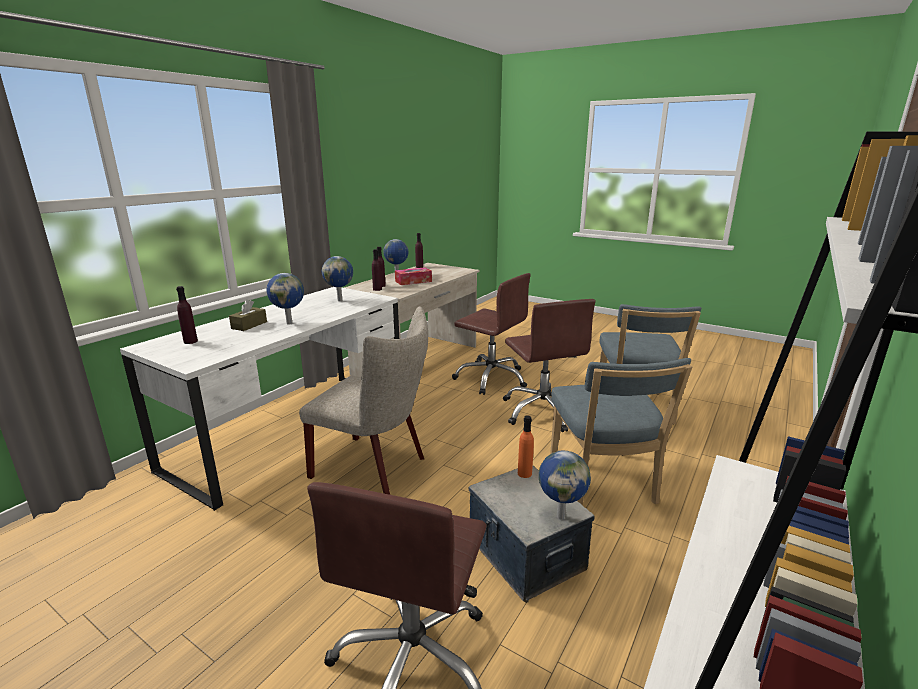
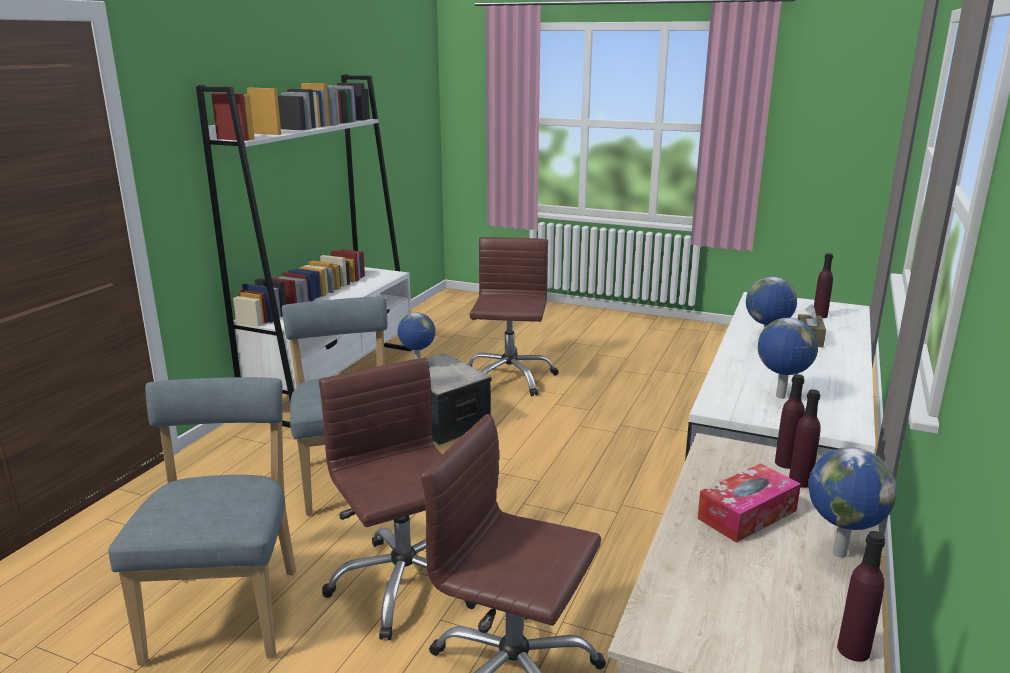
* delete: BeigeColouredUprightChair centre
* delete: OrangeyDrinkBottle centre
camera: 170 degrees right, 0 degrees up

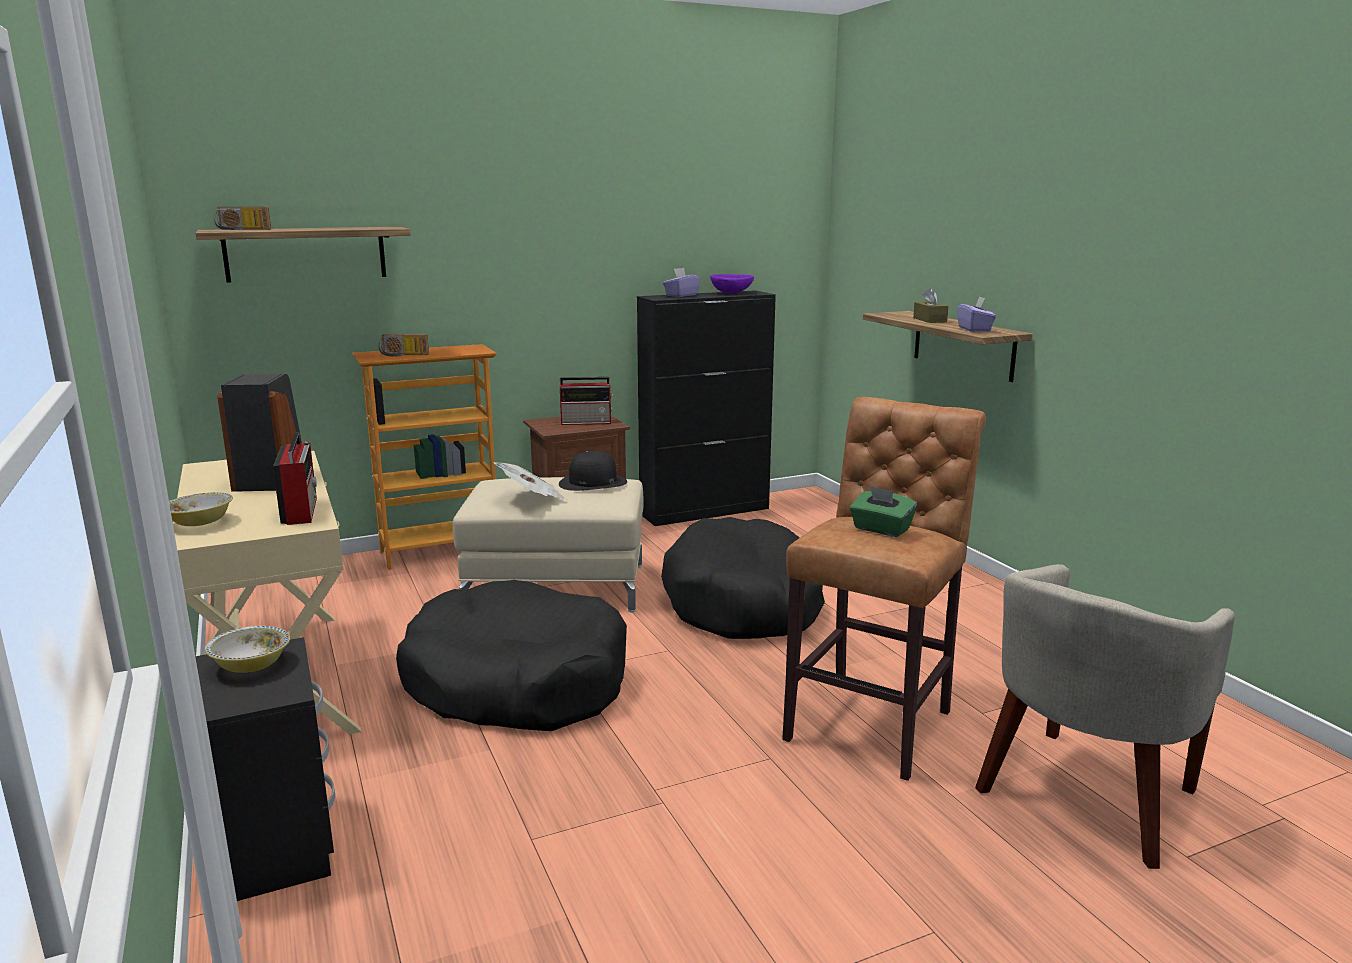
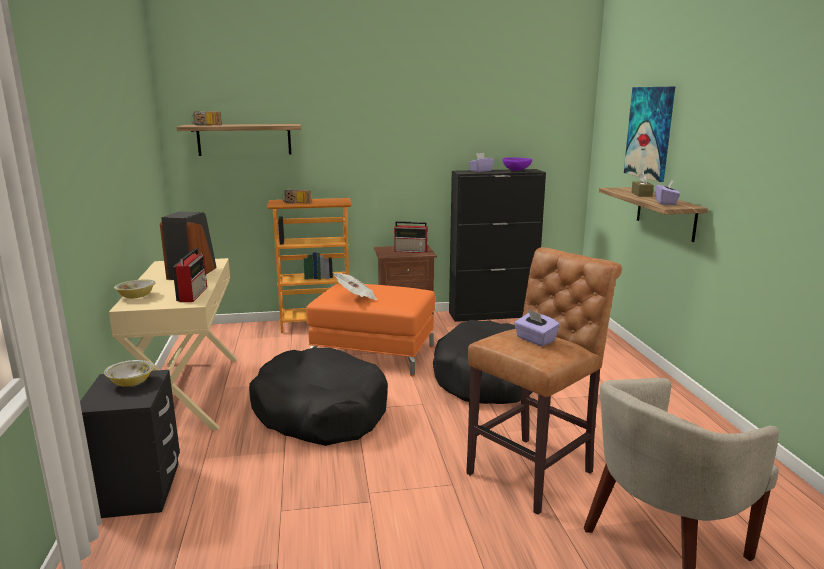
* recolor: BeigeColouredFootrest centre to OrangeyFootrest centre
* recolor: GreenColouredTissueHolder centre to PurpleTissueHolder (2nd from left) centre
* insert: Picture top right
* delete: BlackishClothingHat centre
camera: 15 degrees right, 0 degrees up

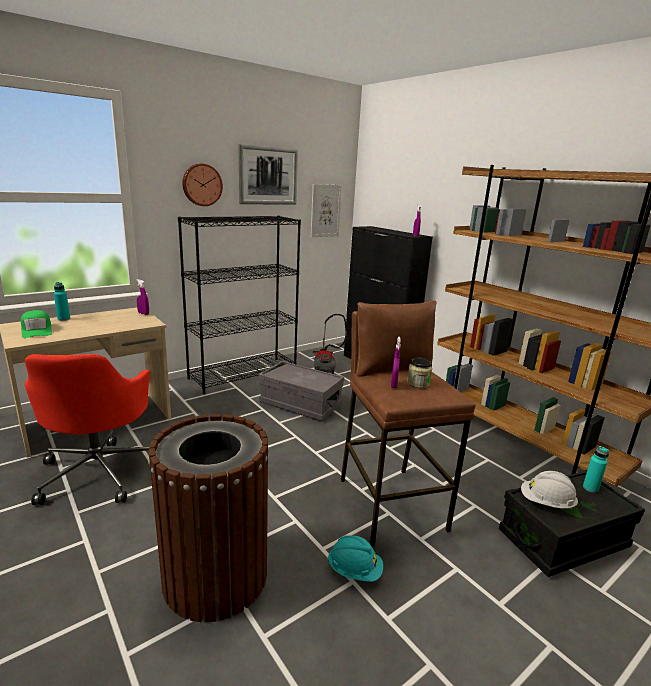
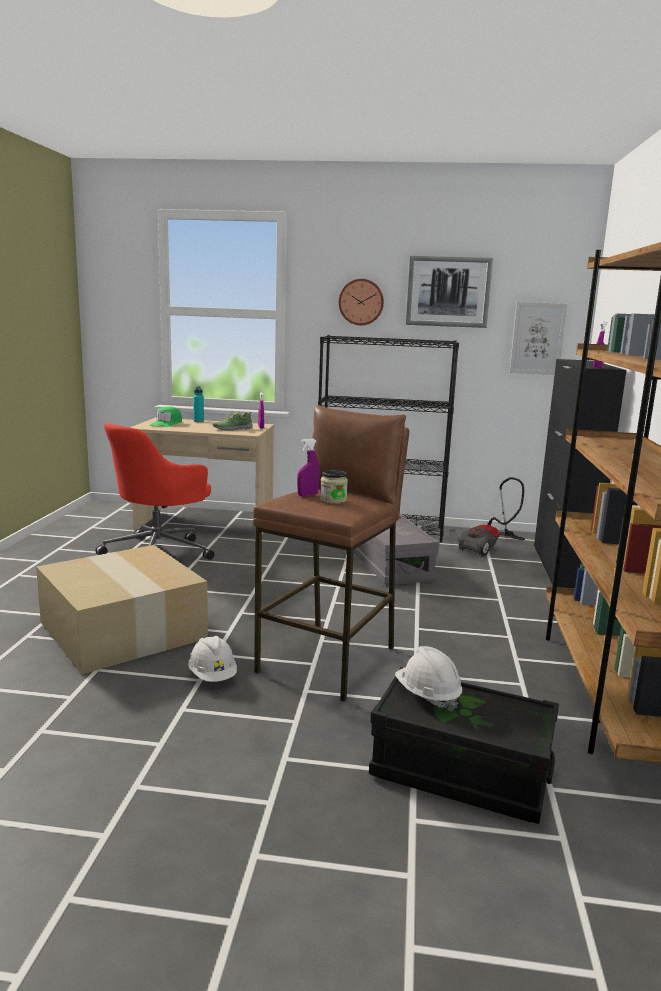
* replace: BrownColouredTrashCan bottom left to PackingBox middle left
* recolor: TurquoiseColouredHardHat bottom centre to WhitishHardHat (1st from left) middle left
* insert: Shoe centre
* delete: TurquoiseColouredDrinkBottle (2nd from left) bottom right
camera: 45 degrees right, 5 degrees down

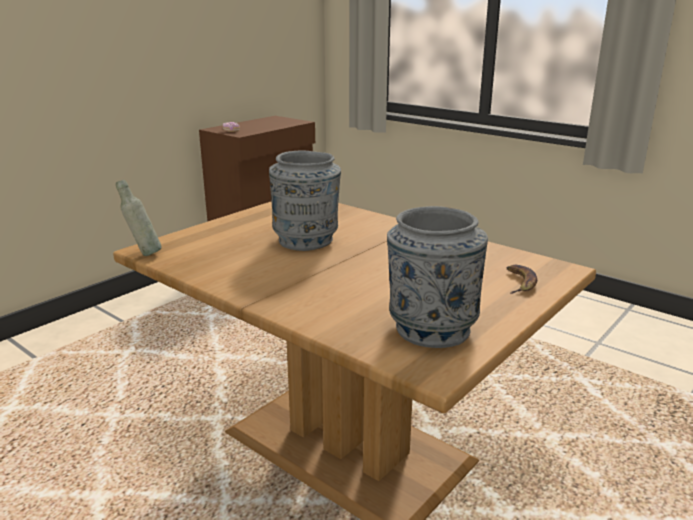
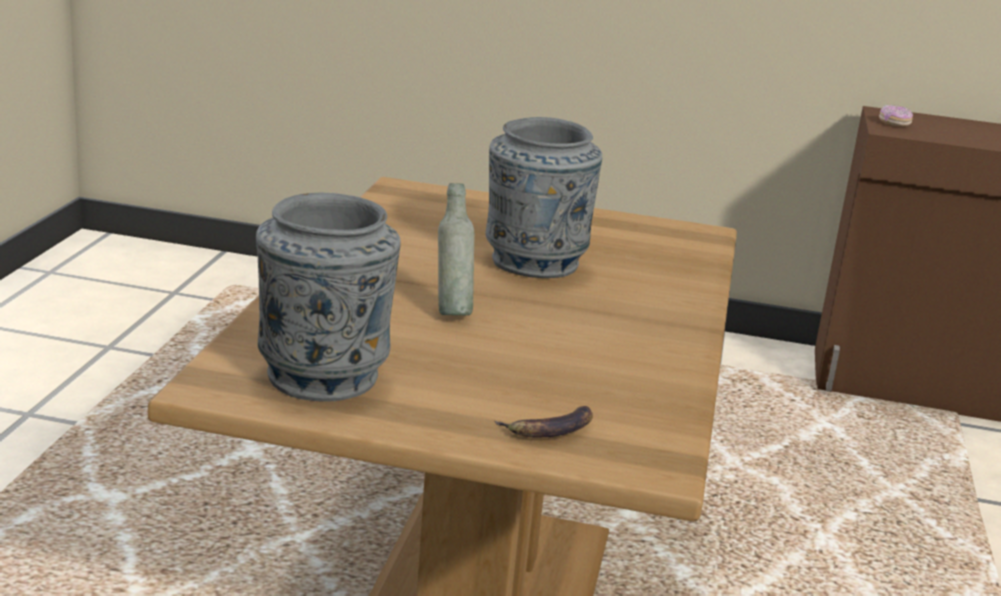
* move: GreyDrinkBottle middle left to centre
camera: 60 degrees right, 0 degrees up

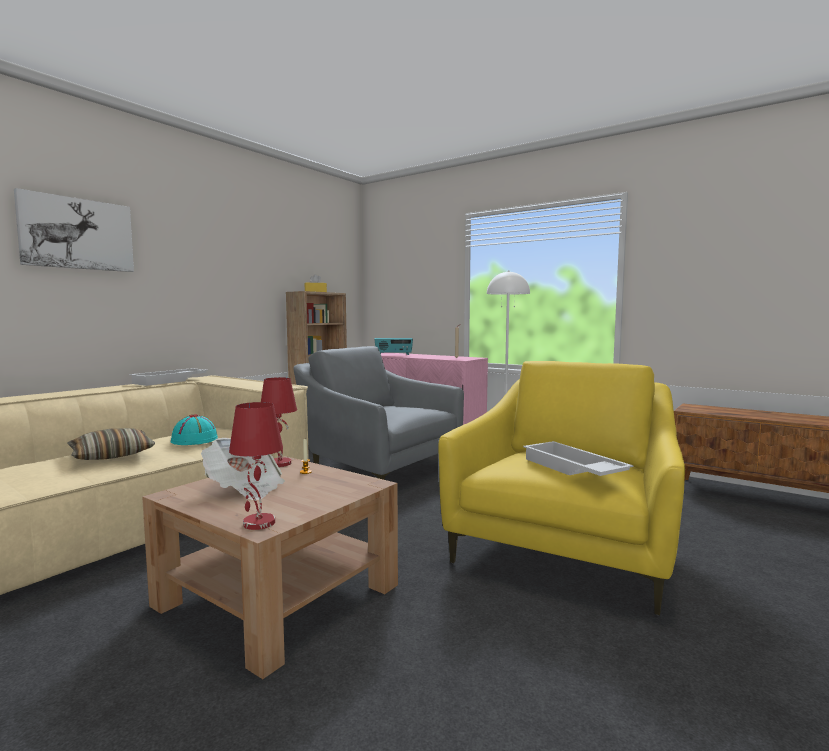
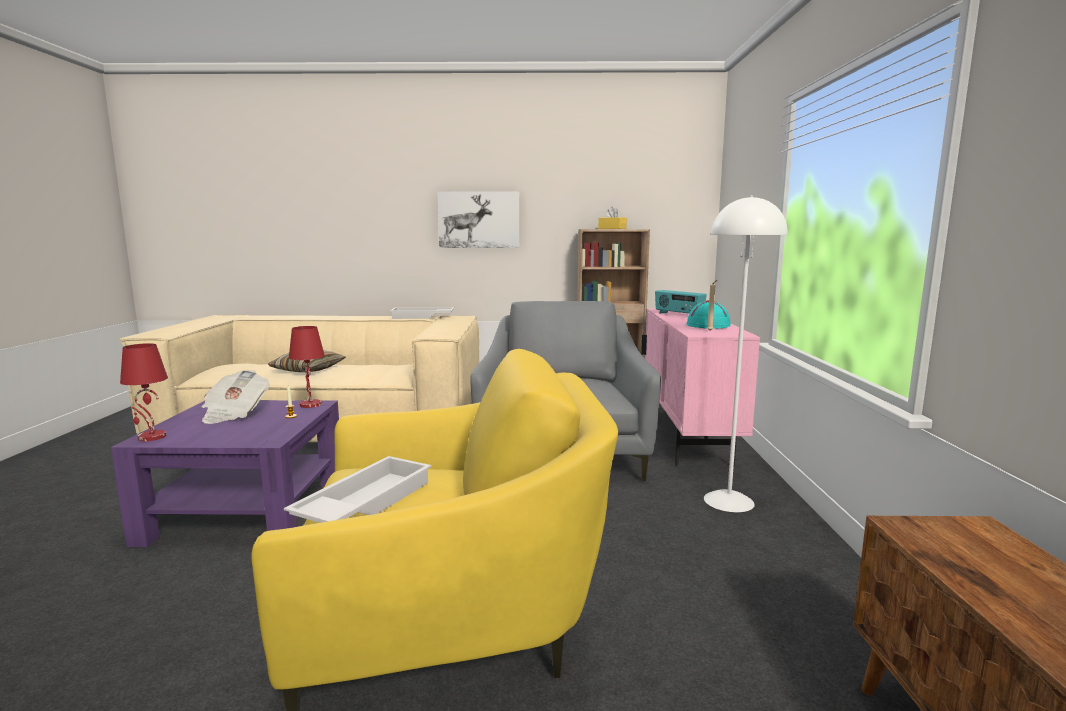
* recolor: BrownColouredLoungeTable bottom left to PurpleLoungeTable middle left
* move: Picture top left to top centre
* move: TurquoiseColouredClothingHat middle left to centre
camera: 55 degrees right, 5 degrees up

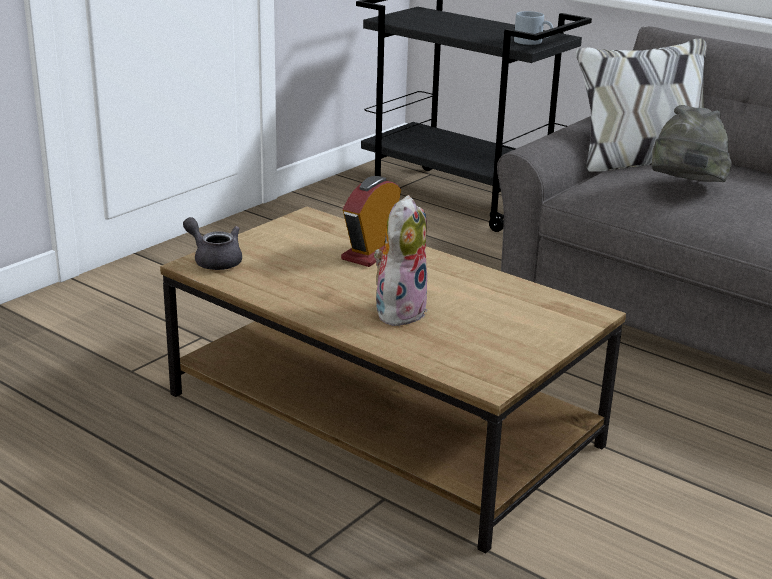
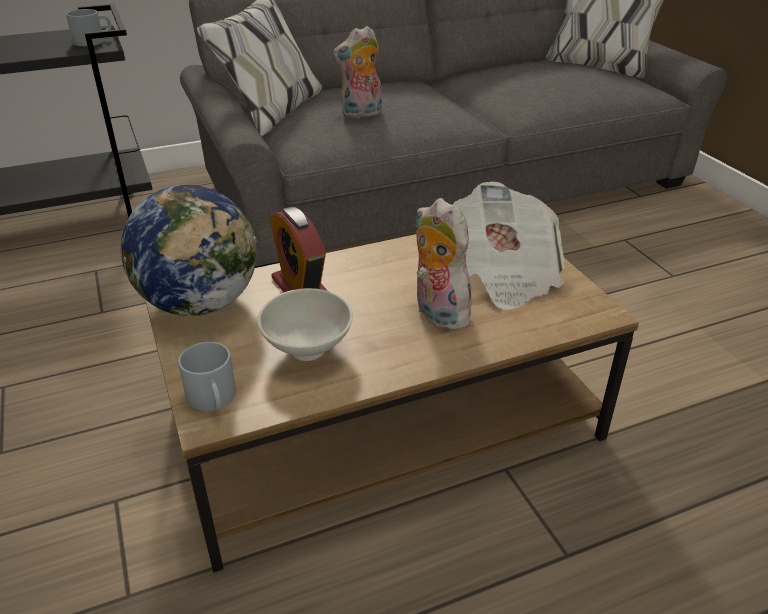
* insert: DeskGlobe middle left
* replace: GreyTeaPot middle left to GreyTeaMug (2nd from left) middle left
* insert: WhitishDeepDish centre
* replace: GreyClothingHat top right to SoftToy (1st from left) top centre
* insert: PrintedPaper centre
camera: 60 degrees left, 10 degrees up

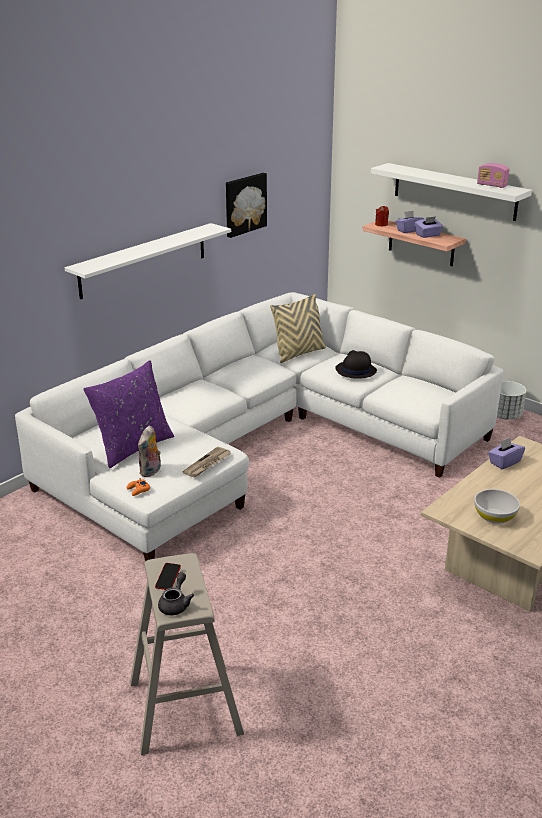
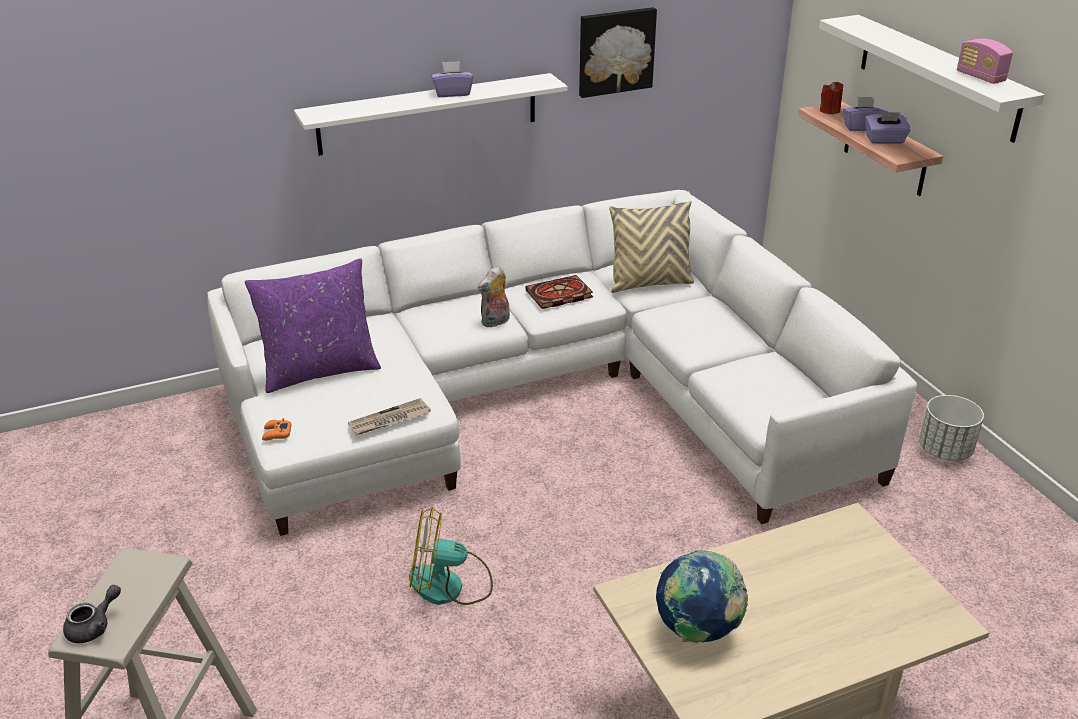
* insert: Fan bottom centre
* move: PurpleTissueHolder (3rd from left in the first image) middle right to PurpleTissueHolder (1st from left) top centre
* move: SoftToy middle left to centre
* insert: Book centre
* replace: WhitishDeepDish middle right to DeskGlobe bottom centre
* delete: Phone bottom left
* delete: BlackishClothingHat centre
camera: 25 degrees right, 5 degrees up

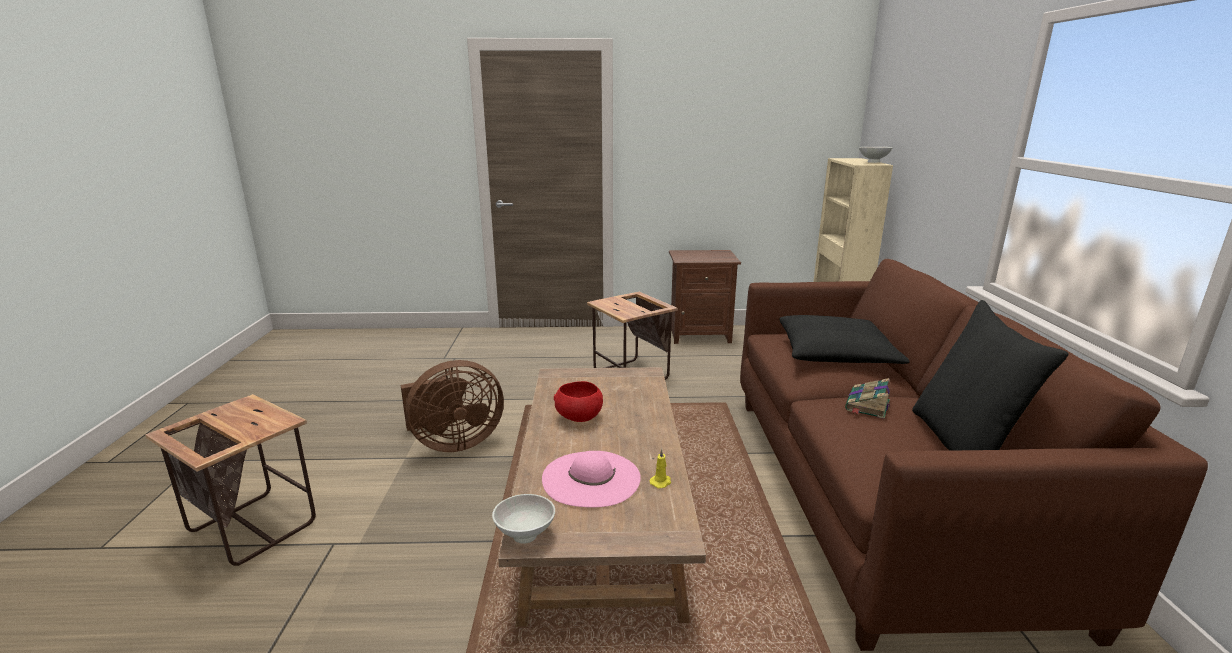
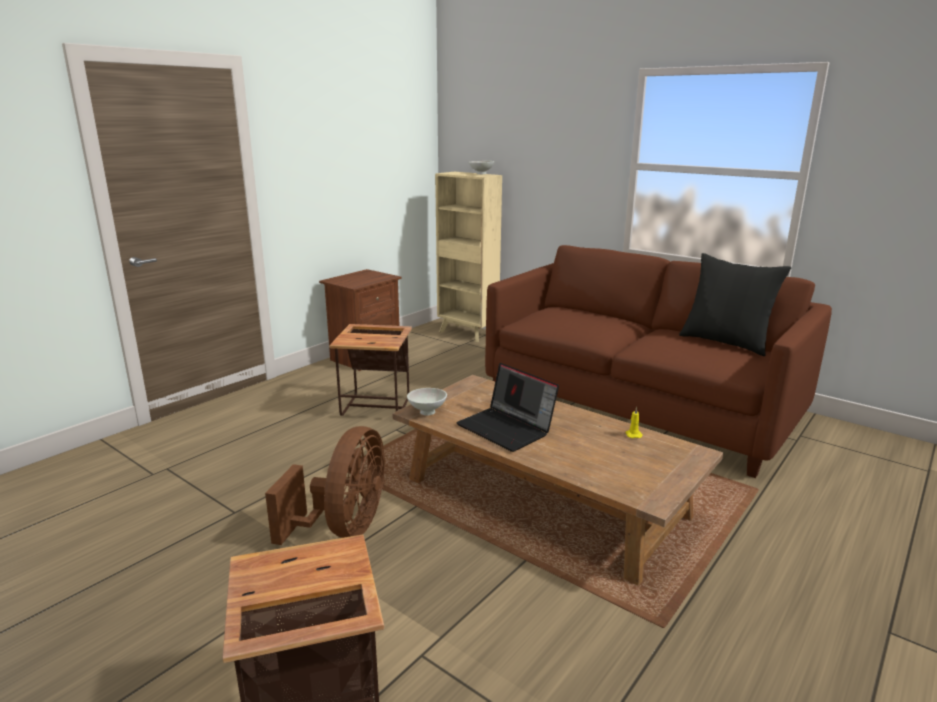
* move: WhitishDeepDish (1st from left) bottom centre to centre
* replace: RedColouredDeepDish centre to PortableComputer centre
* delete: PinkColouredClothingHat bottom centre
* delete: BlackishCushion (1st from left) middle right
* delete: Book middle right
camera: 50 degrees left, 0 degrees up

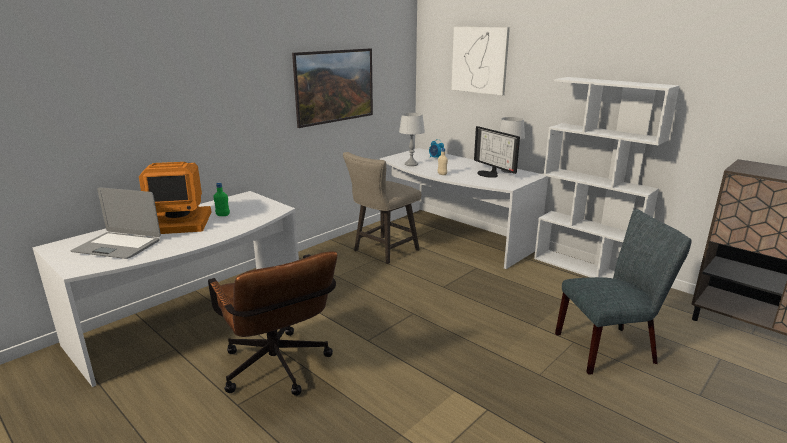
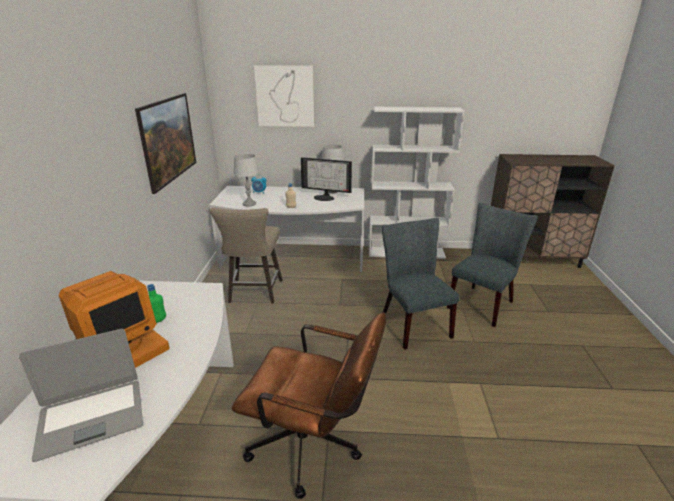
* insert: GreyUprightChair (1st from left) centre
camera: 40 degrees left, 5 degrees up

